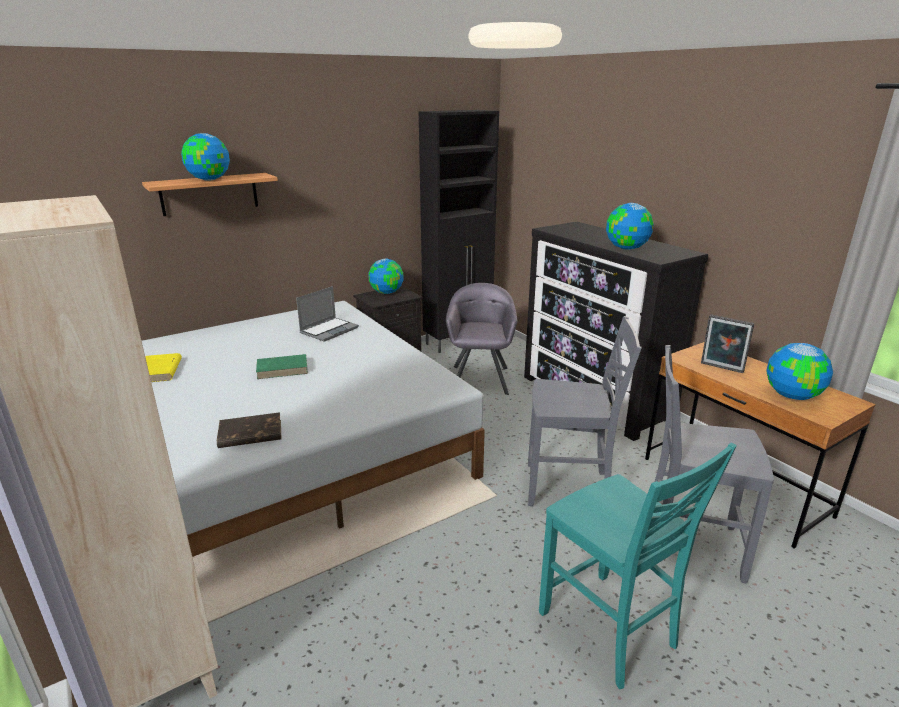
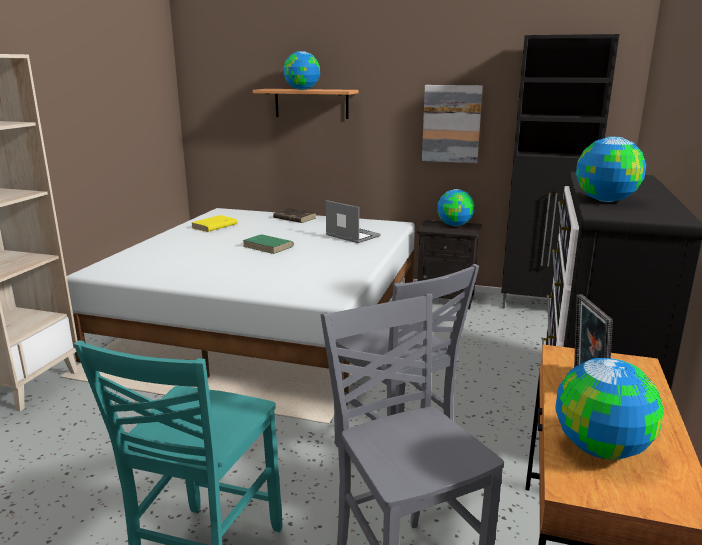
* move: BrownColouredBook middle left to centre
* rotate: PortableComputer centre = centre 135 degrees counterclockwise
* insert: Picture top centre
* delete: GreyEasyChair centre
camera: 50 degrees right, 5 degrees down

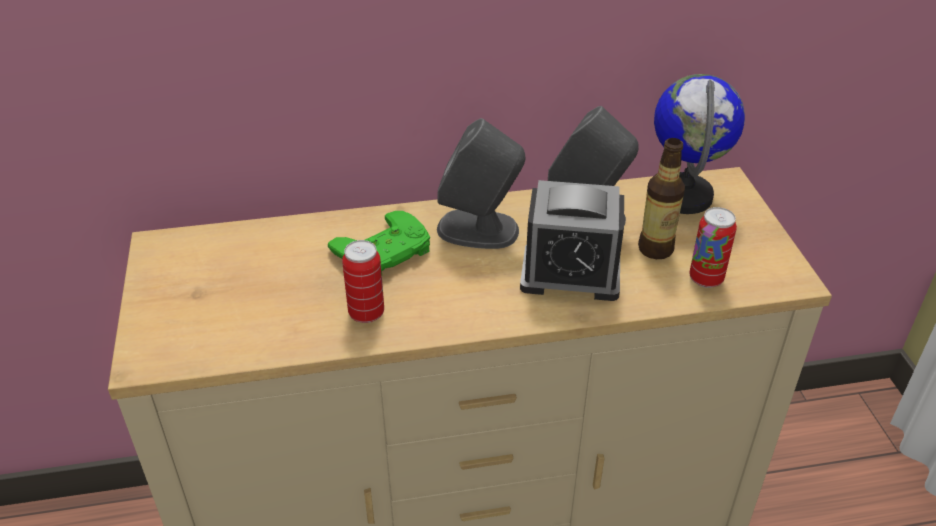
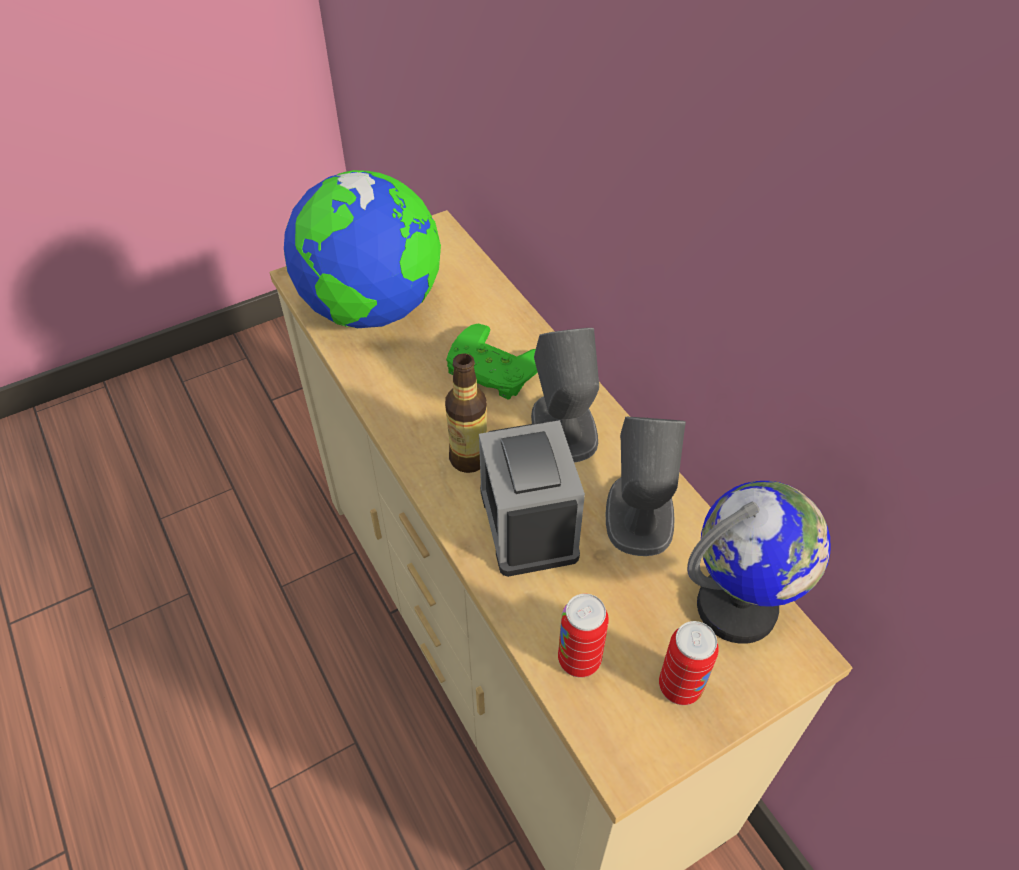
* insert: DeskGlobe (1st from left) top centre
* move: DrinkBottle middle right to centre
* move: Can (1st from left in the first image) centre to Can (2nd from left) bottom right
camera: 70 degrees right, 10 degrees up

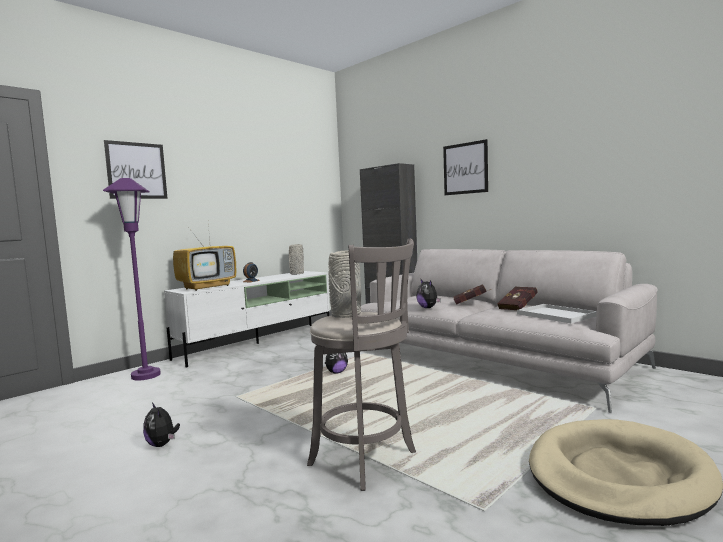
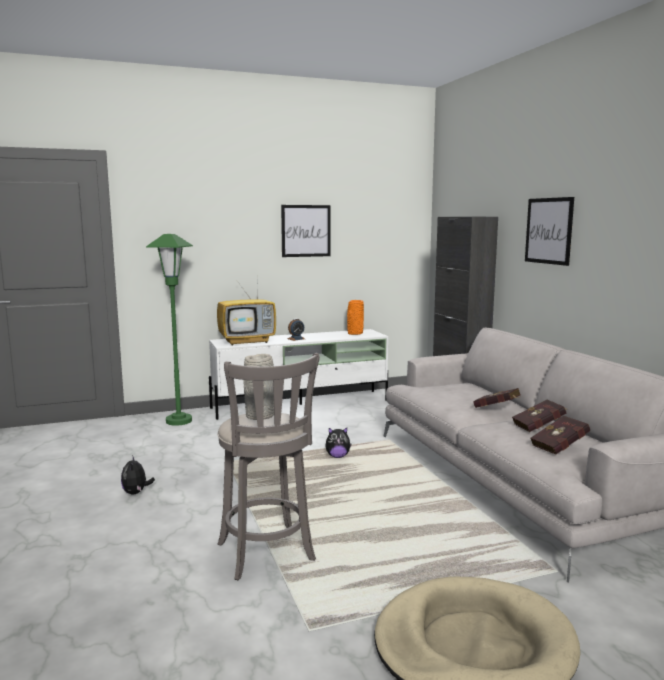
* recolor: PurpleFloorLamp middle left to GreenColouredFloorLamp middle left
* move: Picture (1st from left) top left to centre
* recolor: GreyVase (1st from left) centre to OrangeyVase centre
* replace: WhitishCarryingTray middle right to RedColouredBook (3rd from left) middle right
* delete: SoftToy (3rd from left) centre
camera: 25 degrees right, 5 degrees up

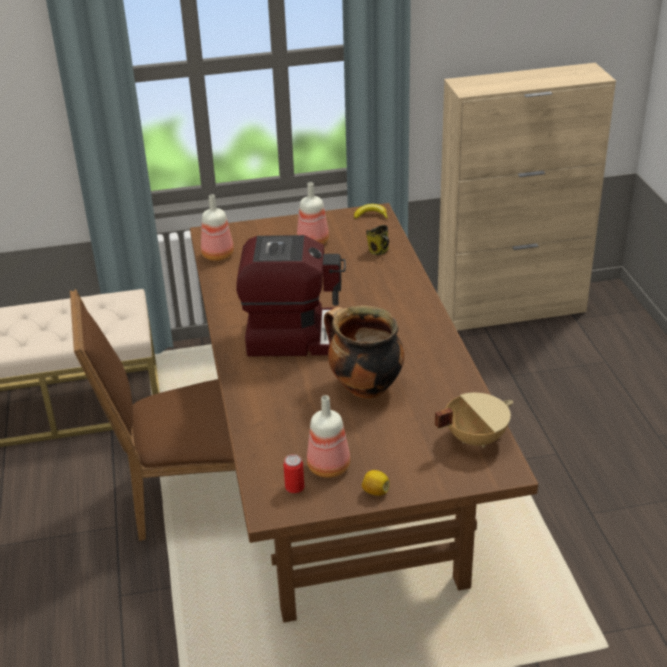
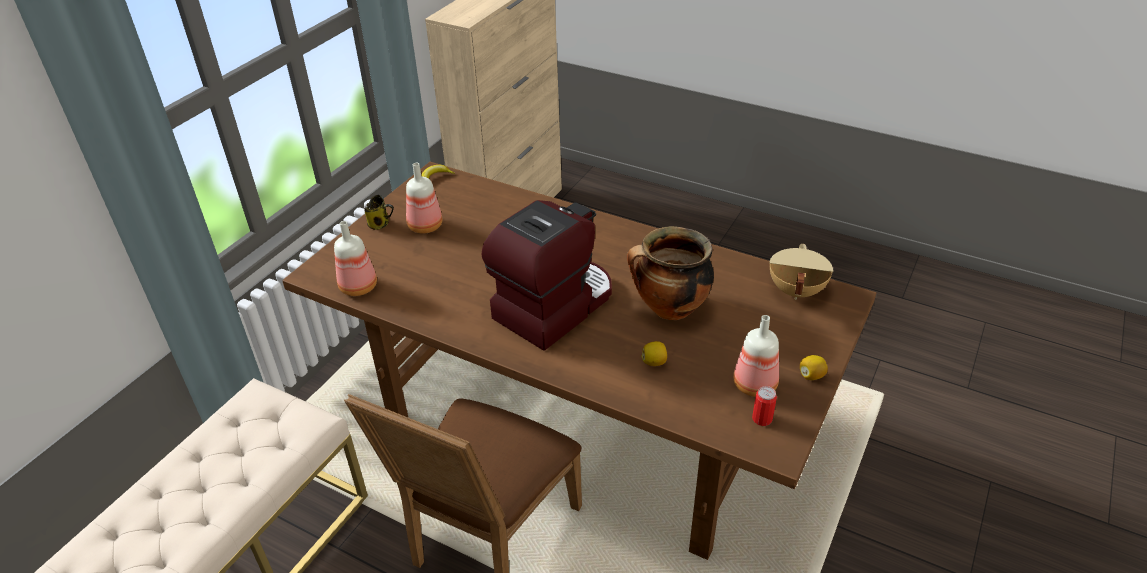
* move: TeaMug centre to middle left
* insert: CitrusFruit (1st from left) centre
camera: 50 degrees left, 5 degrees up

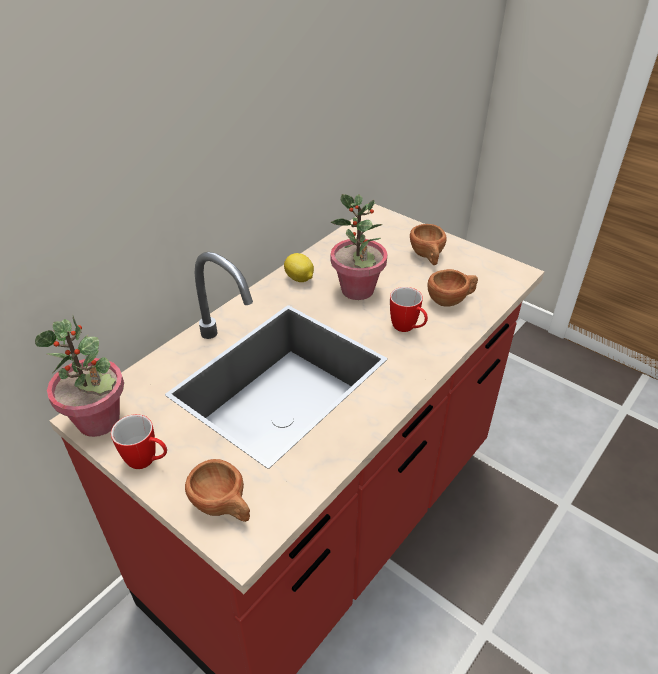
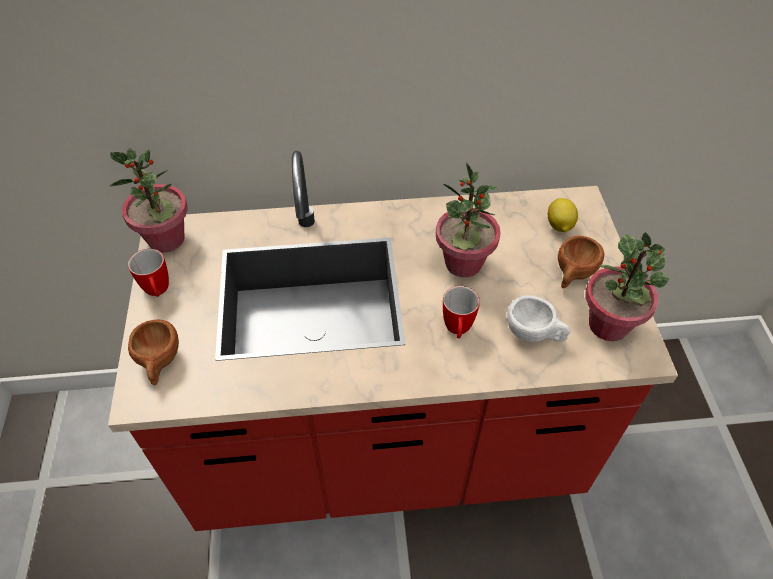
* recolor: BrownColouredCup (3rd from left) middle right to WhitishCup middle right
* move: CitrusFruit centre to middle right
* insert: PlantInAPot (3rd from left) middle right
camera: 45 degrees right, 10 degrees up

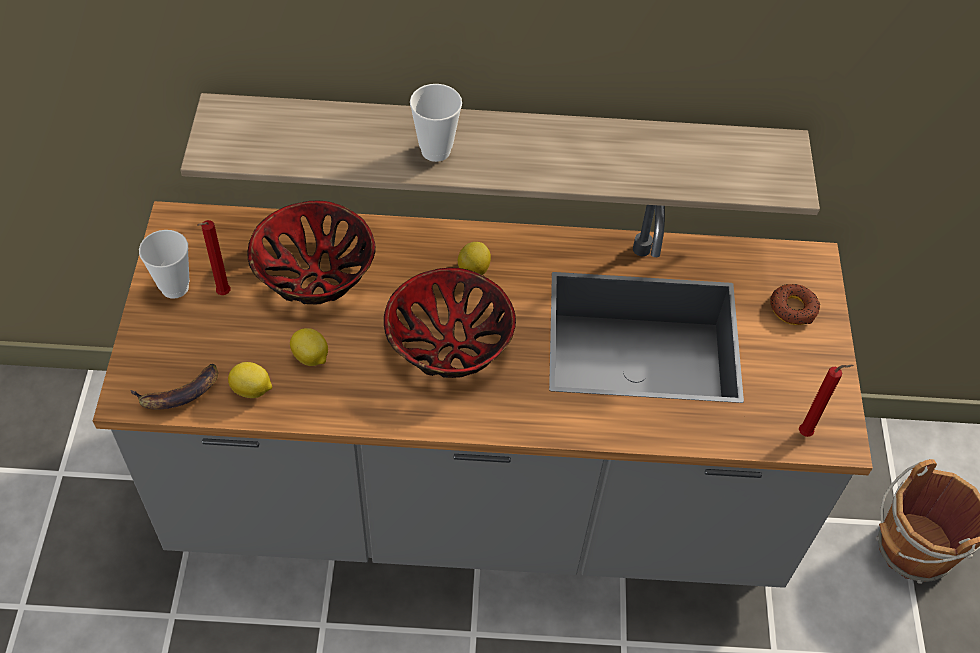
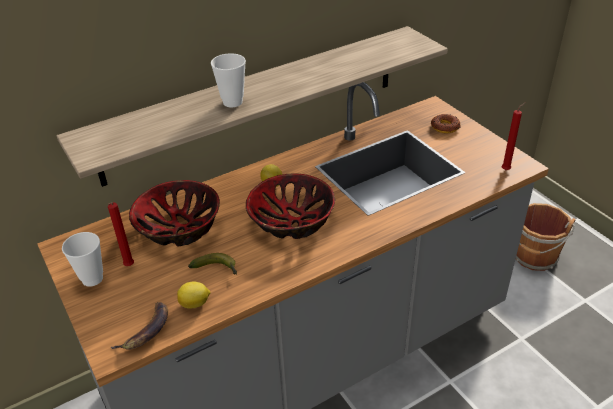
* replace: CitrusFruit (2nd from left) middle left to BananaFruit (2nd from left) centre
camera: 30 degrees left, 15 degrees down

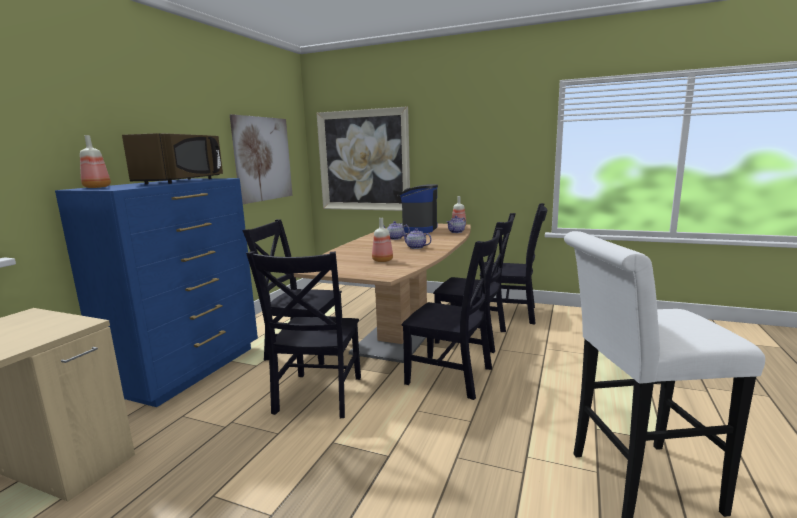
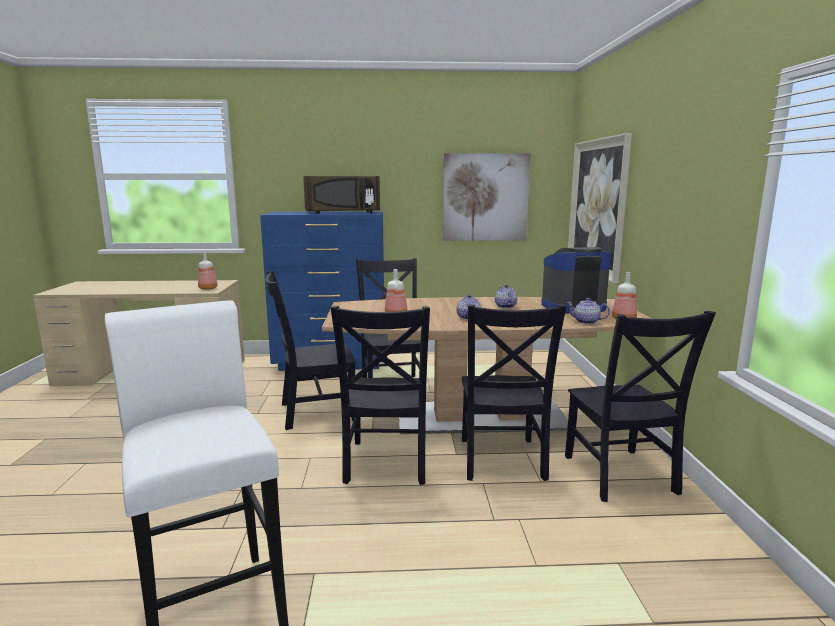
* move: DrinkBottle (1st from left) top left to middle left
camera: 65 degrees right, 0 degrees up

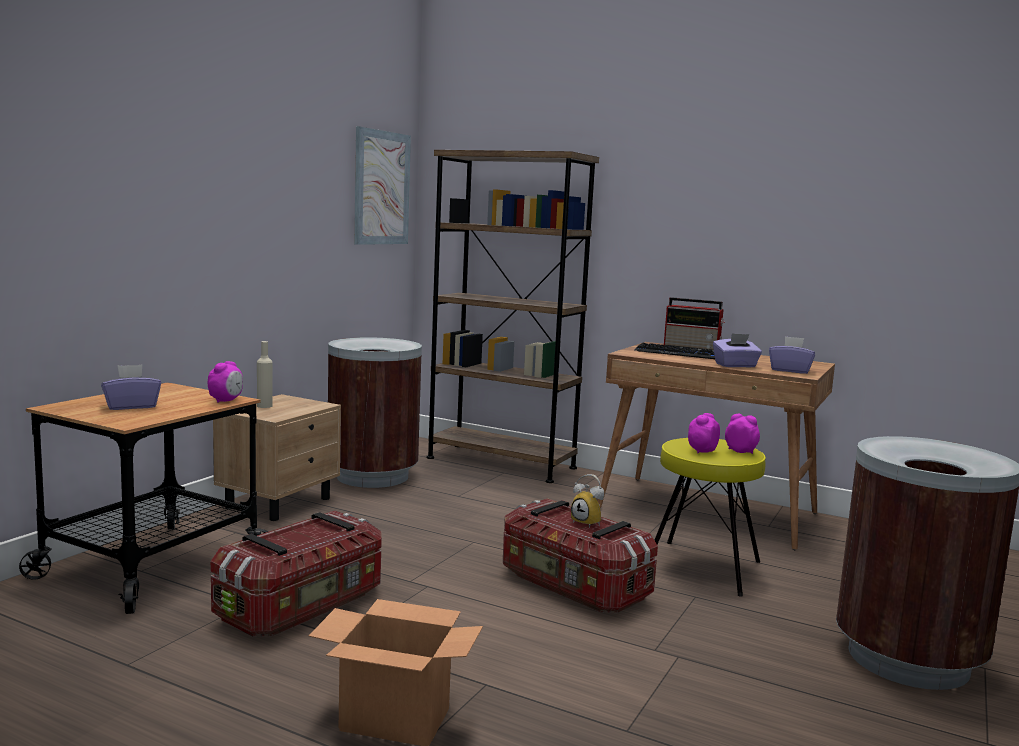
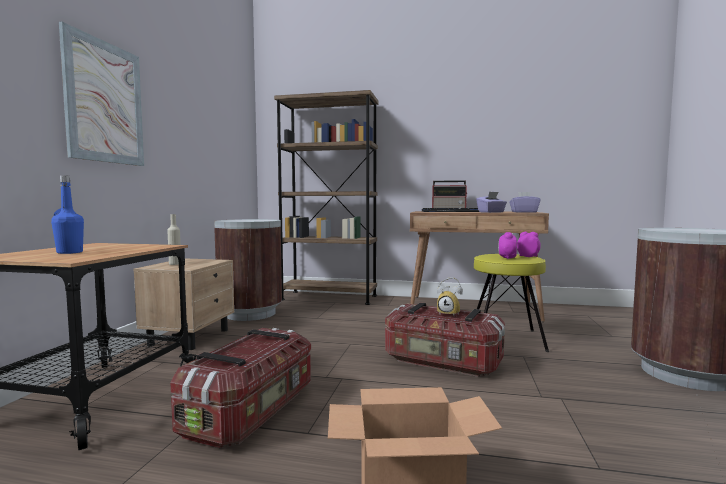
* replace: PurpleTissueHolder (1st from left) middle left to BlueDrinkBottle middle left
* move: Picture top centre to top left
* delete: BedsideClock (1st from left) middle left
camera: 15 degrees left, 5 degrees down

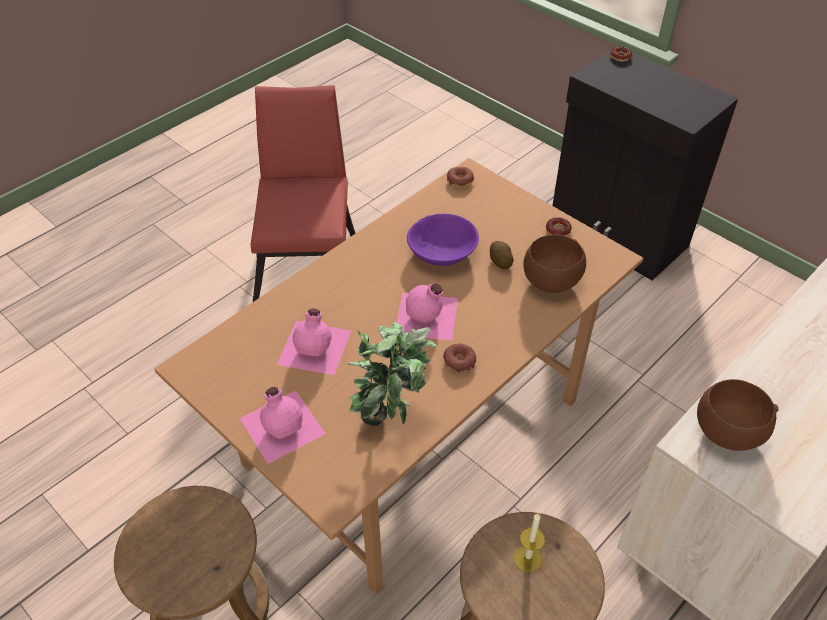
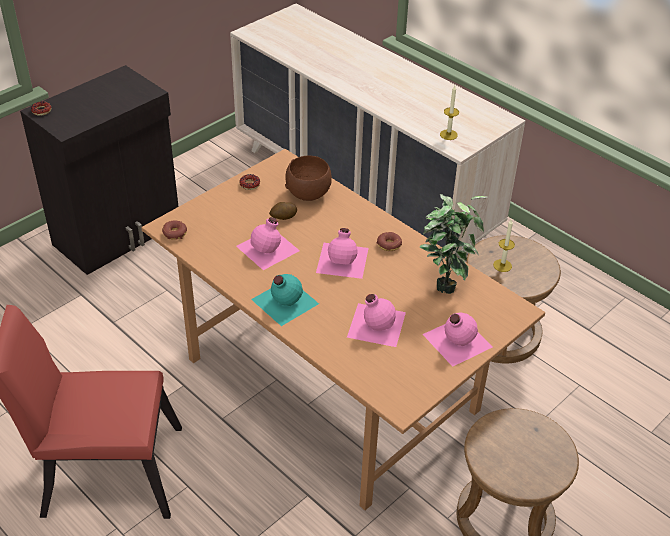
* replace: PurpleDeepDish centre to PinkColouredDrinkBottle (1st from left) centre
* insert: TurquoiseColouredDrinkBottle centre
* replace: BrownColouredDeepDish (2nd from left) bottom right to Candle (1st from left) top right
camera: 90 degrees left, 5 degrees down

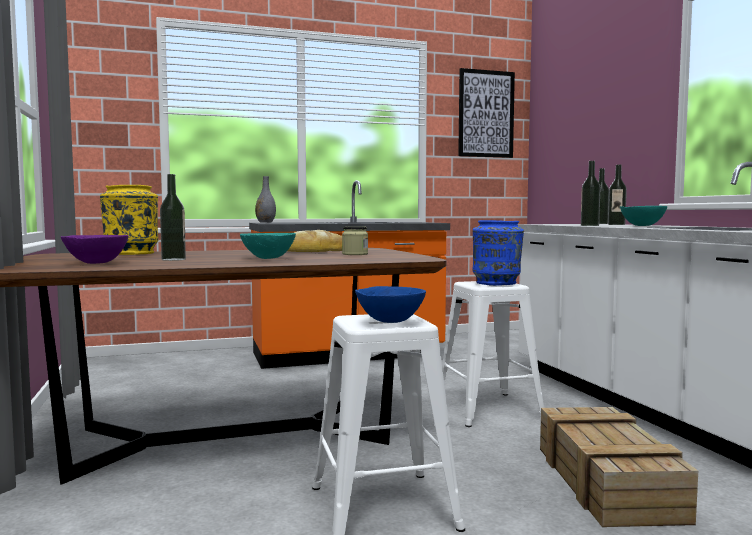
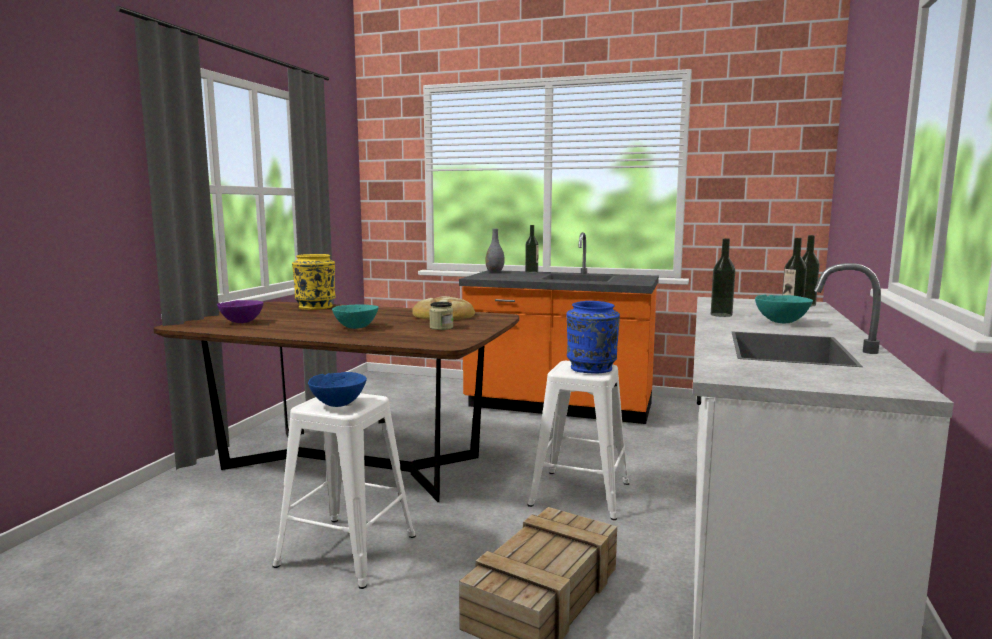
* move: DrinkBottle (1st from left) middle left to centre
* delete: Picture top centre
camera: 35 degrees right, 5 degrees up

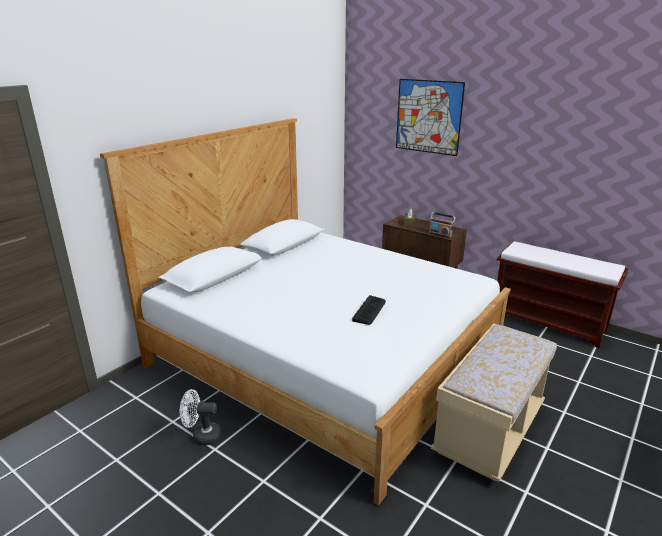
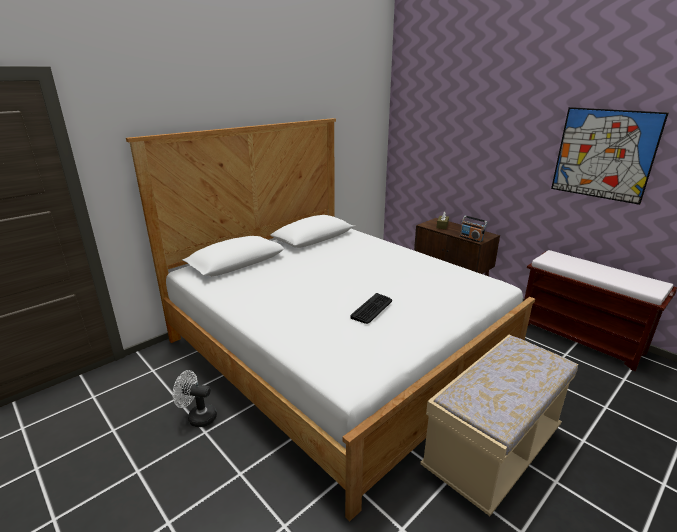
* move: Picture top centre to top right
camera: 10 degrees right, 0 degrees up

